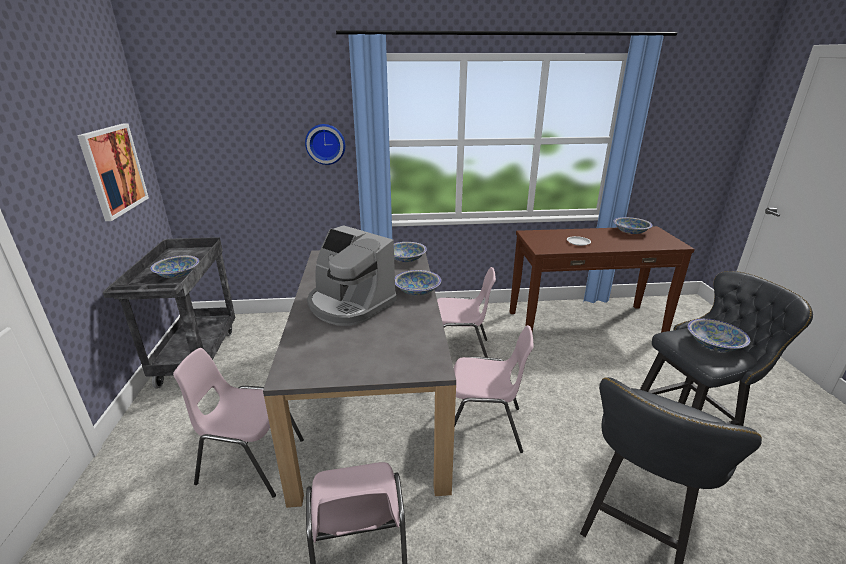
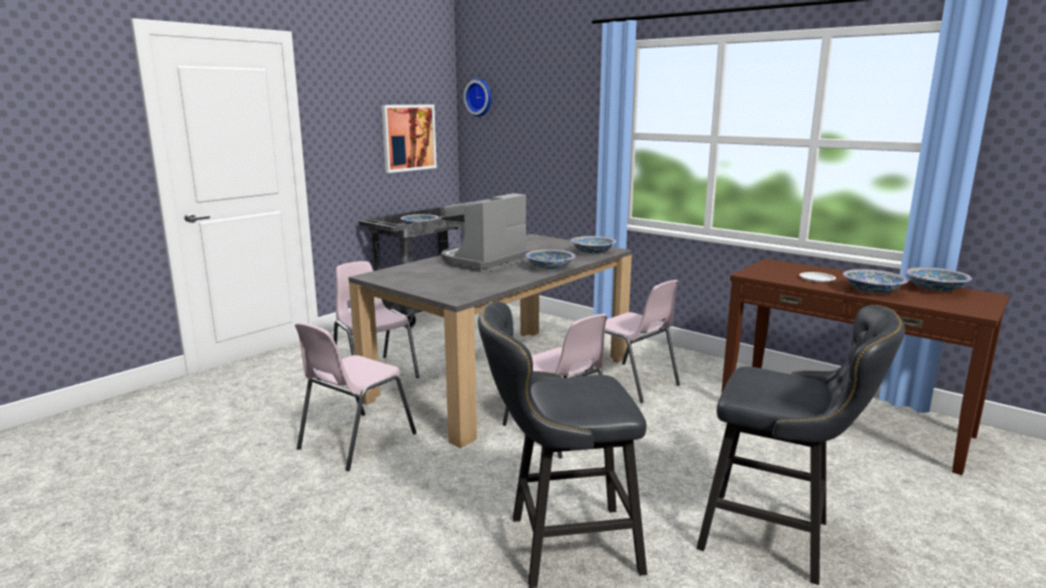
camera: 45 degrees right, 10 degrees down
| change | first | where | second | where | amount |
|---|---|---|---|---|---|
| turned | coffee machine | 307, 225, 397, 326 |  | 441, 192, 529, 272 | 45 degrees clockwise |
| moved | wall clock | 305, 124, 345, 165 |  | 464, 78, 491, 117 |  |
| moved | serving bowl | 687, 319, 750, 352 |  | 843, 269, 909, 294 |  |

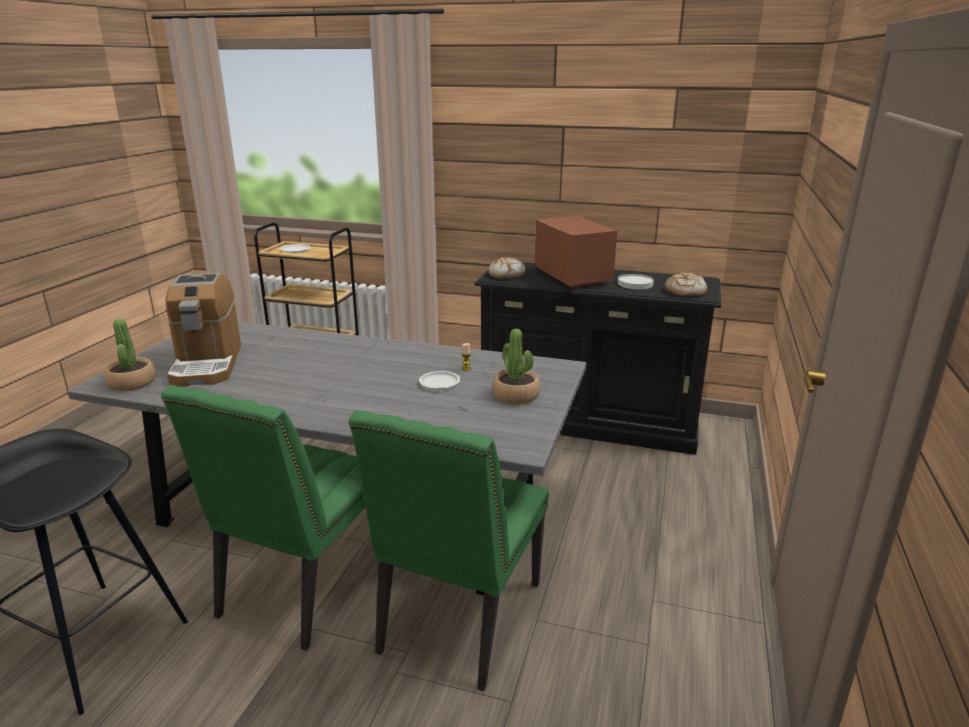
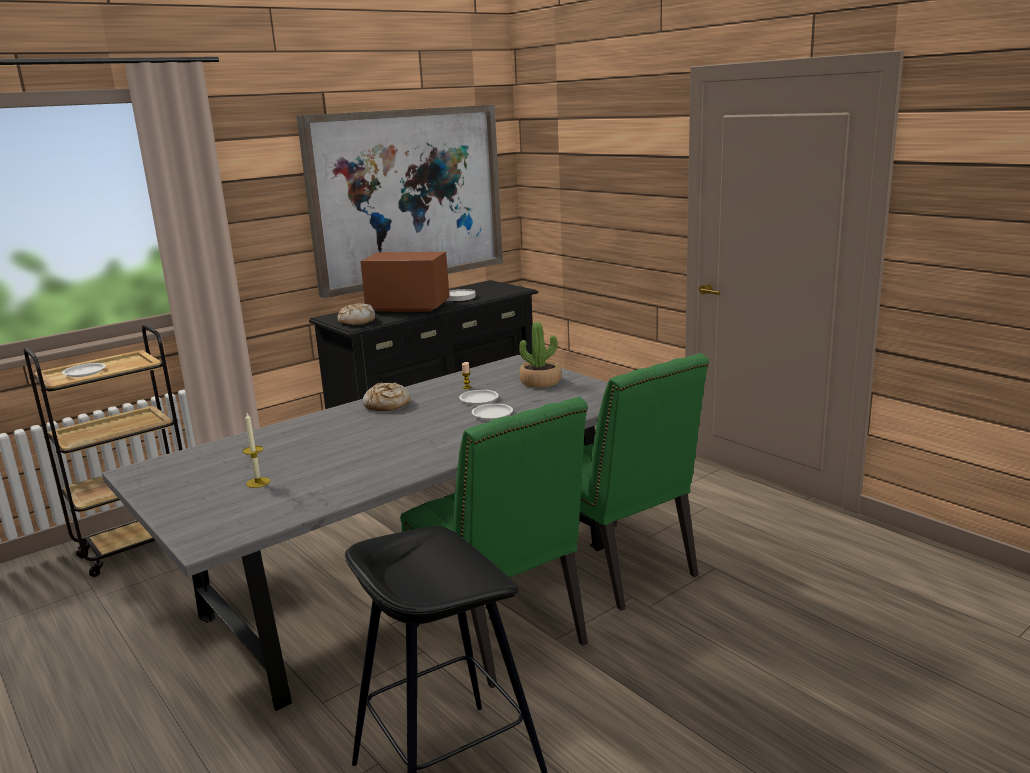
camera: 55 degrees left, 5 degrees down
| change | first | where | second | where | amount |
|---|---|---|---|---|---|
| replaced | coffee machine | 165, 273, 241, 387 | wax light | 243, 413, 270, 488 |  |
| added |  |  | wall picture | 297, 105, 503, 298 |  |
| moved | baked bread | 665, 272, 707, 296 |  | 363, 382, 410, 411 |  |
| added |  |  | whitish plate | 472, 404, 513, 420 |  |
| removed | potted plant | 104, 319, 156, 391 |  |  |  |

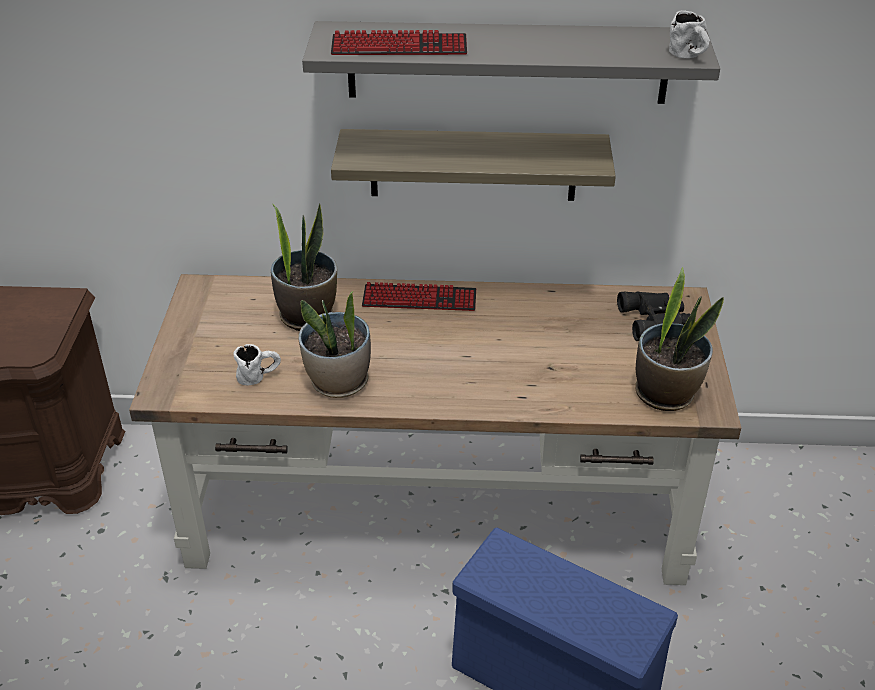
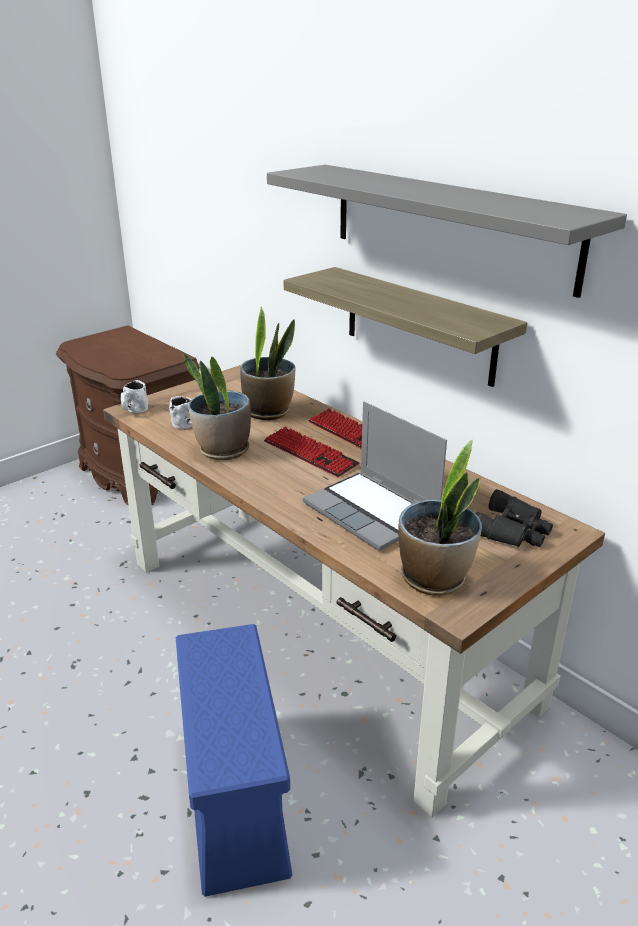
camera: 45 degrees right, 10 degrees down
| change | first | where | second | where | amount |
|---|---|---|---|---|---|
| moved | whitish tea mug | 669, 10, 710, 58 |  | 121, 380, 148, 413 |  |
| moved | keyboard | 331, 30, 467, 55 |  | 264, 426, 360, 477 |  |
| added |  |  | portable computer | 303, 402, 447, 551 |  |

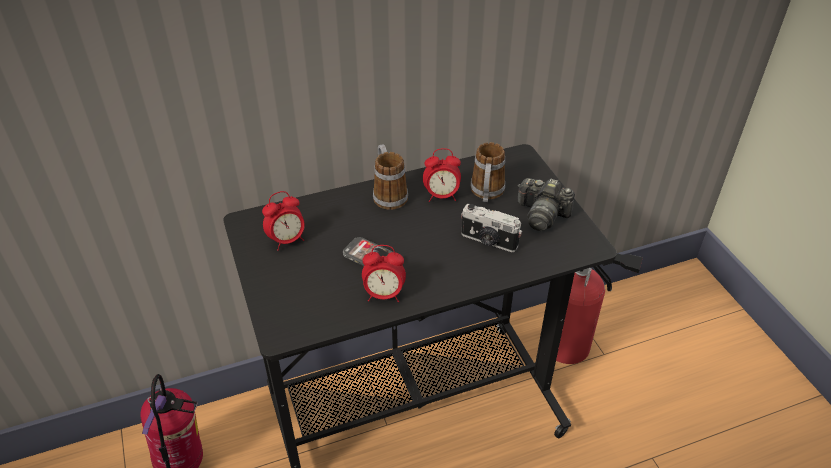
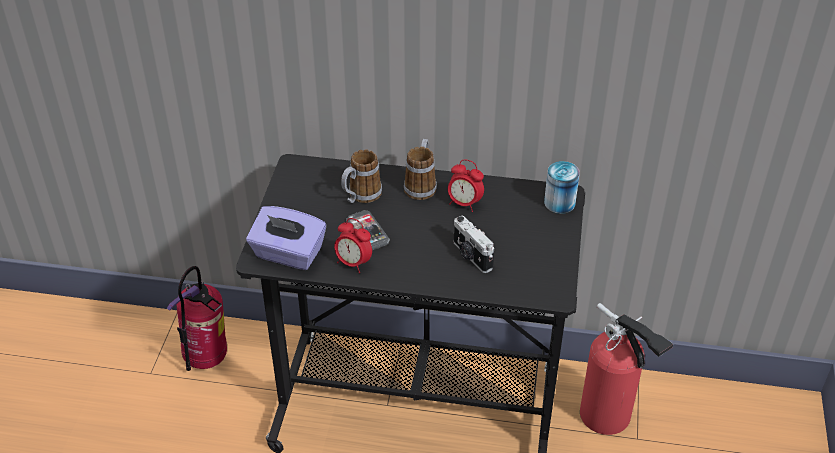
camera: 30 degrees right, 0 degrees up
| change | first | where | second | where | amount |
|---|---|---|---|---|---|
| added |  |  | purple box of tissues | 246, 206, 326, 270 |  |
| moved | tea mug | 470, 142, 505, 202 |  | 341, 149, 382, 203 |  |
| added |  |  | can | 544, 161, 580, 214 |  |
| removed | table clock | 262, 191, 305, 251 |  |  |  |
| removed | photo camera | 518, 178, 575, 231 |  |  |  |

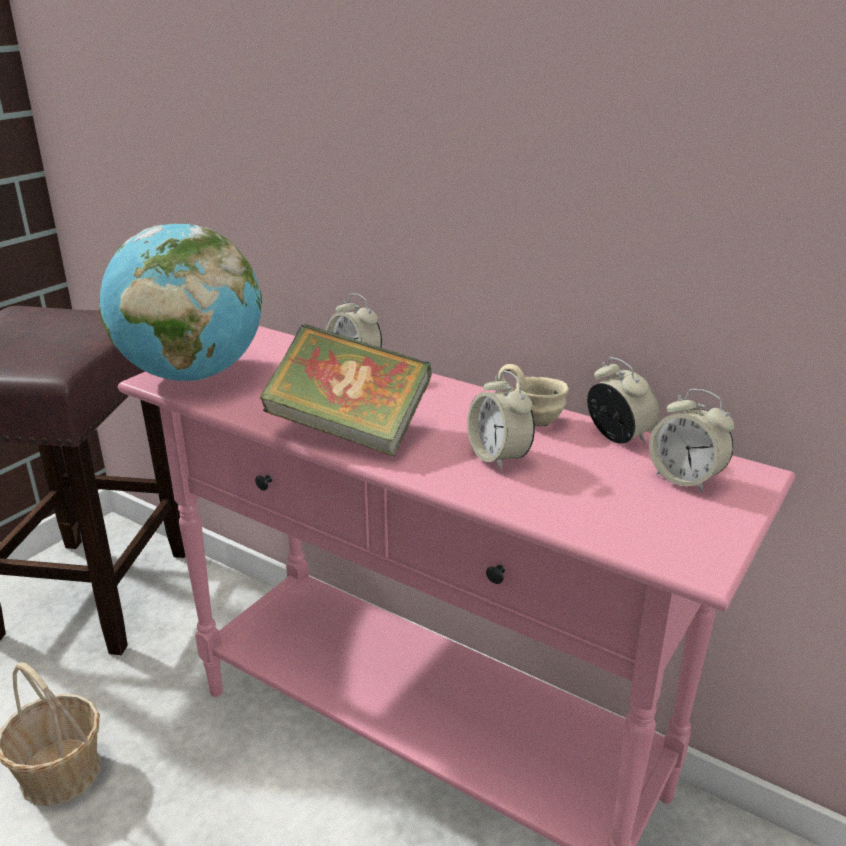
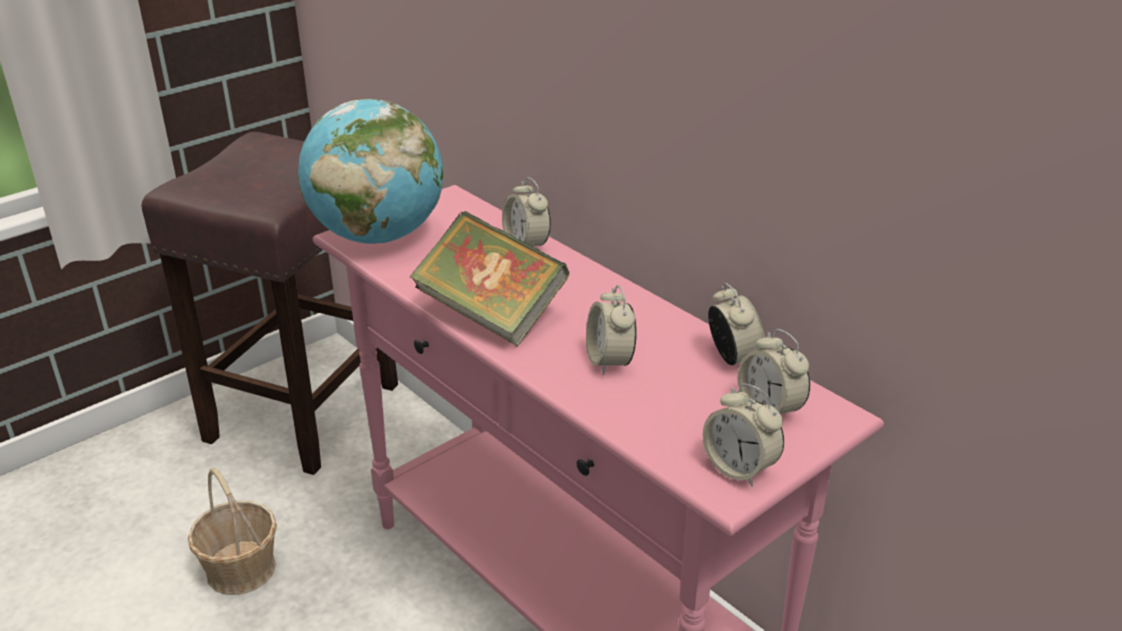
camera: 15 degrees right, 5 degrees up
| change | first | where | second | where | amount |
|---|---|---|---|---|---|
| added |  |  | table clock | 703, 383, 784, 487 |  |
| removed | sand-coloured tea mug | 498, 364, 569, 426 |  |  |  |

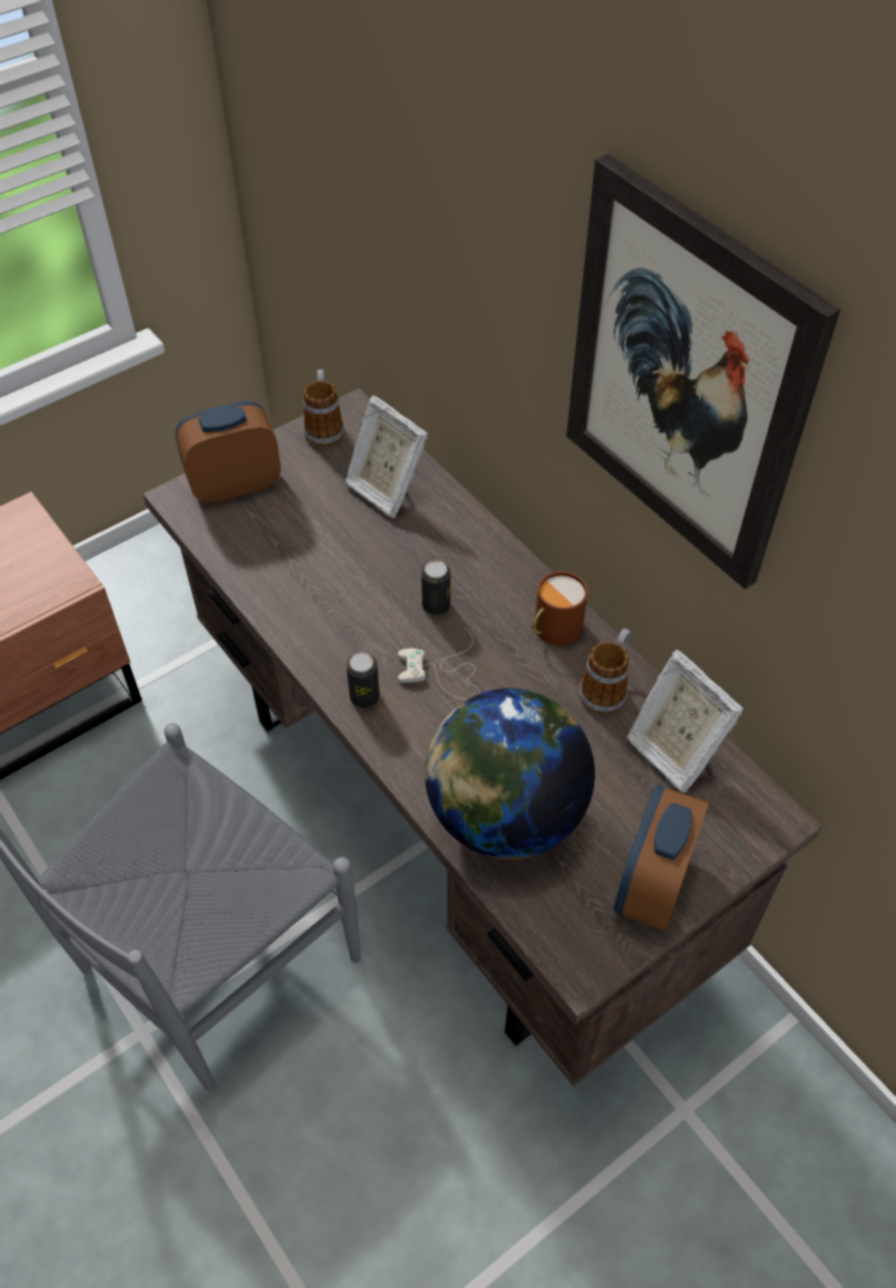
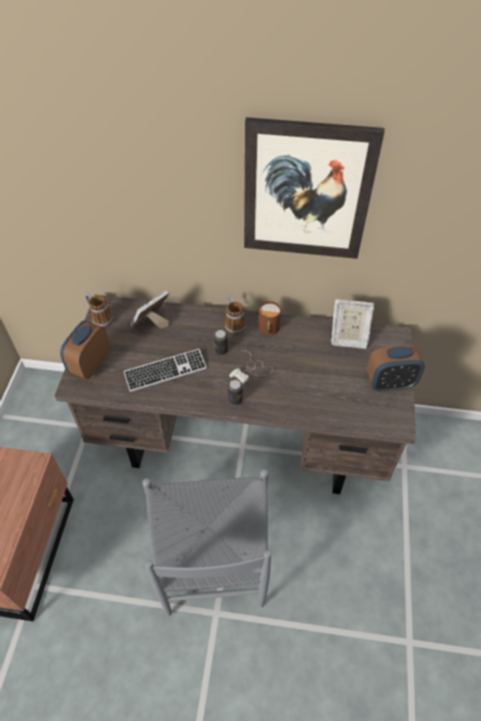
camera: 45 degrees left, 0 degrees up
| change | first | where | second | where | amount |
|---|---|---|---|---|---|
| added |  |  | keyboard | 123, 349, 207, 392 |  |
| turned | picture frame | 345, 396, 428, 518 |  | 130, 291, 170, 329 | 135 degrees clockwise |
| moved | tea mug | 579, 628, 631, 714 |  | 225, 296, 246, 334 |  |
| turned | table clock | 614, 785, 709, 931 |  | 367, 345, 425, 392 | 75 degrees counterclockwise |
| removed | desk globe | 425, 688, 595, 859 |  |  |  |

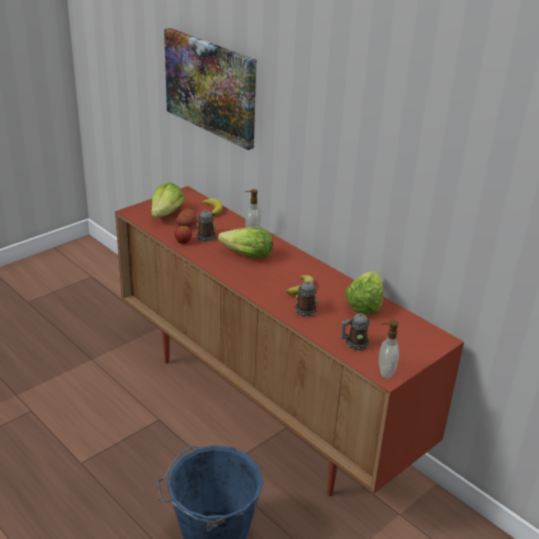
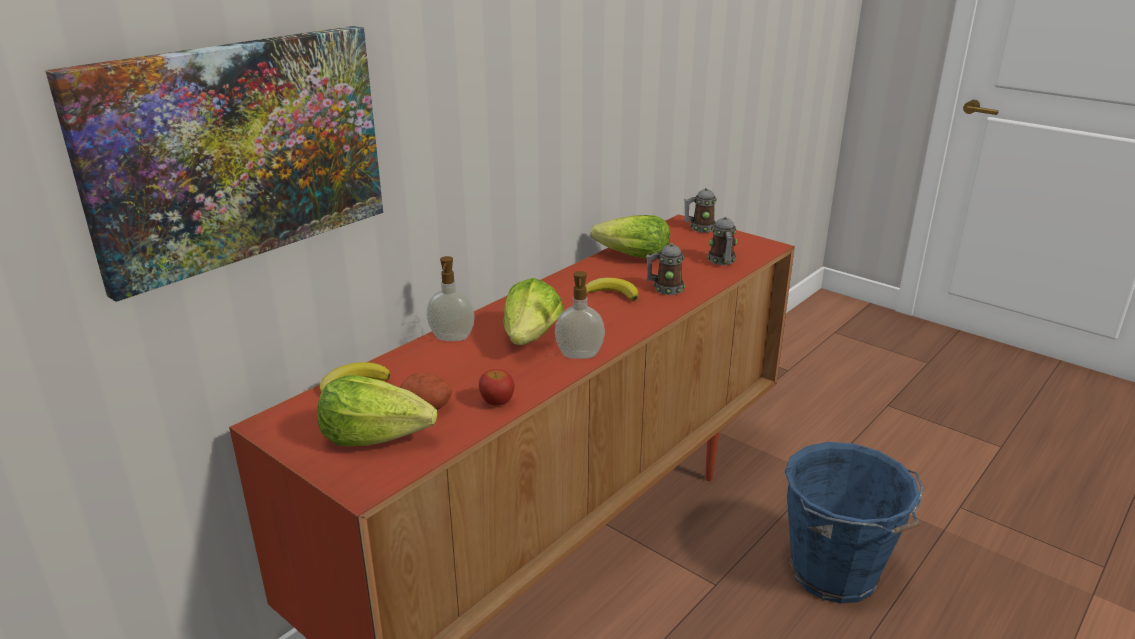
camera: 95 degrees left, 5 degrees down
| change | first | where | second | where | amount |
|---|---|---|---|---|---|
| moved | liquid soap bottle | 379, 320, 399, 378 |  | 555, 271, 605, 359 |  |
| moved | tea mug | 196, 210, 216, 242 |  | 684, 188, 717, 233 |  |

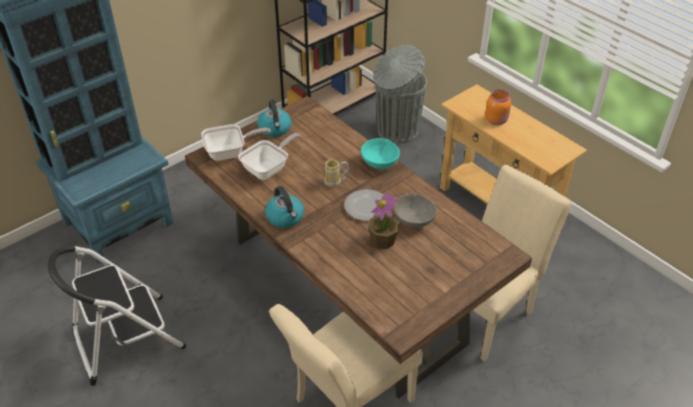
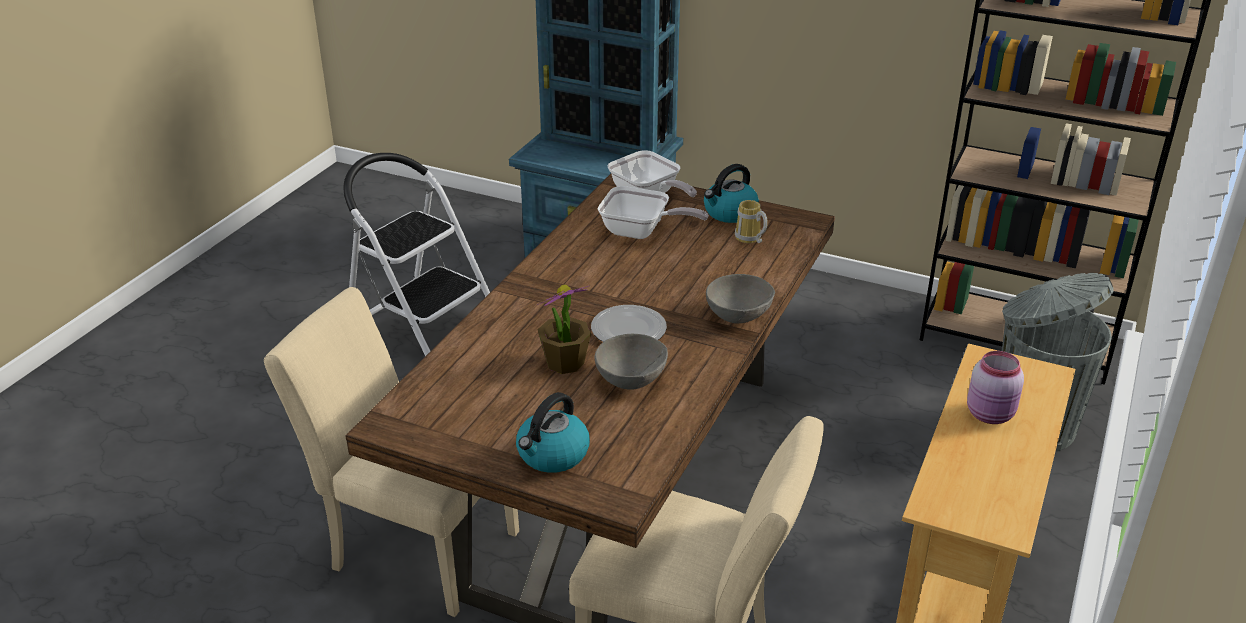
camera: 65 degrees right, 10 degrees down
| change | first | where | second | where | amount |
|---|---|---|---|---|---|
| moved | water kettle | 265, 186, 304, 228 |  | 516, 392, 590, 473 |  |
| recoloured | turquoise-coloured serving bowl | 361, 138, 400, 169 | gray serving bowl | 706, 274, 775, 324 |  |
| moved | tea mug | 324, 160, 349, 187 |  | 735, 200, 768, 243 |  |
| recoloured | orange-coloured jar | 485, 90, 511, 125 | pinkish jar | 967, 351, 1024, 424 |  |

